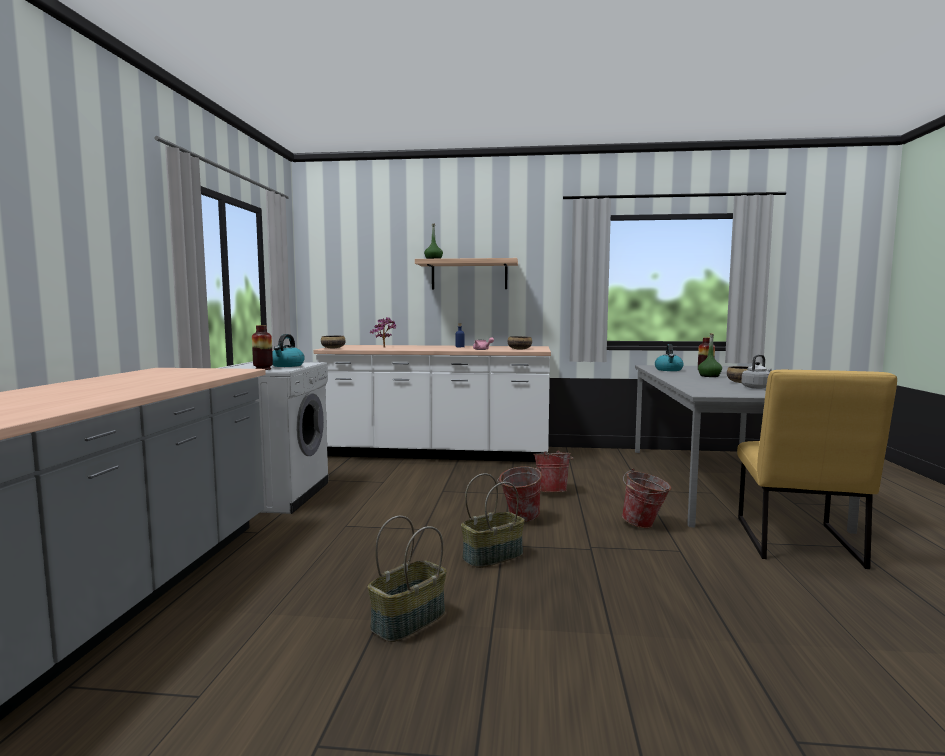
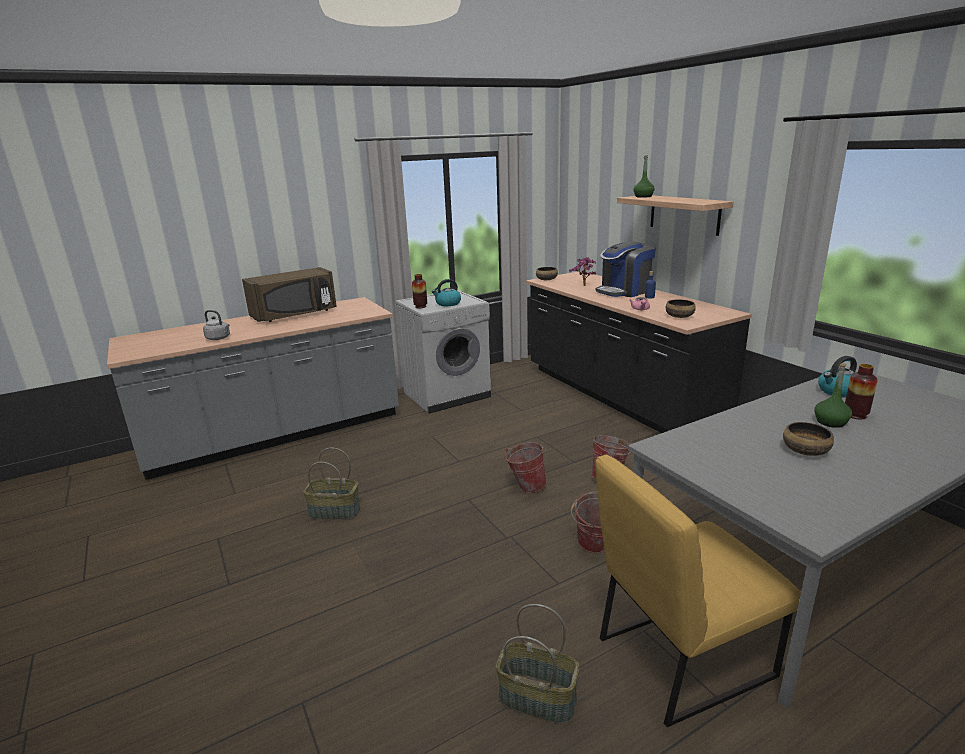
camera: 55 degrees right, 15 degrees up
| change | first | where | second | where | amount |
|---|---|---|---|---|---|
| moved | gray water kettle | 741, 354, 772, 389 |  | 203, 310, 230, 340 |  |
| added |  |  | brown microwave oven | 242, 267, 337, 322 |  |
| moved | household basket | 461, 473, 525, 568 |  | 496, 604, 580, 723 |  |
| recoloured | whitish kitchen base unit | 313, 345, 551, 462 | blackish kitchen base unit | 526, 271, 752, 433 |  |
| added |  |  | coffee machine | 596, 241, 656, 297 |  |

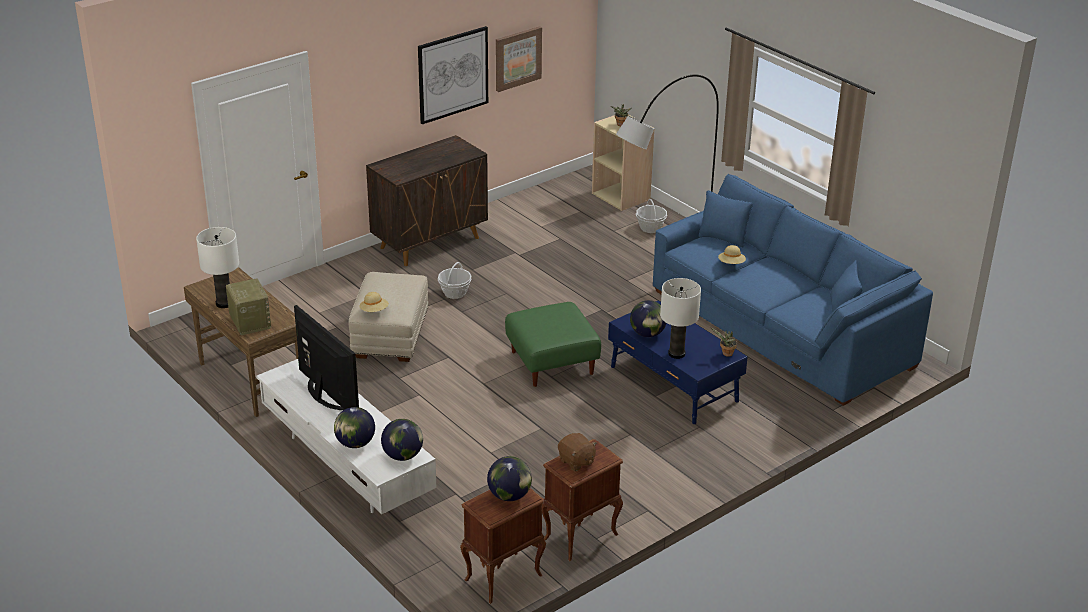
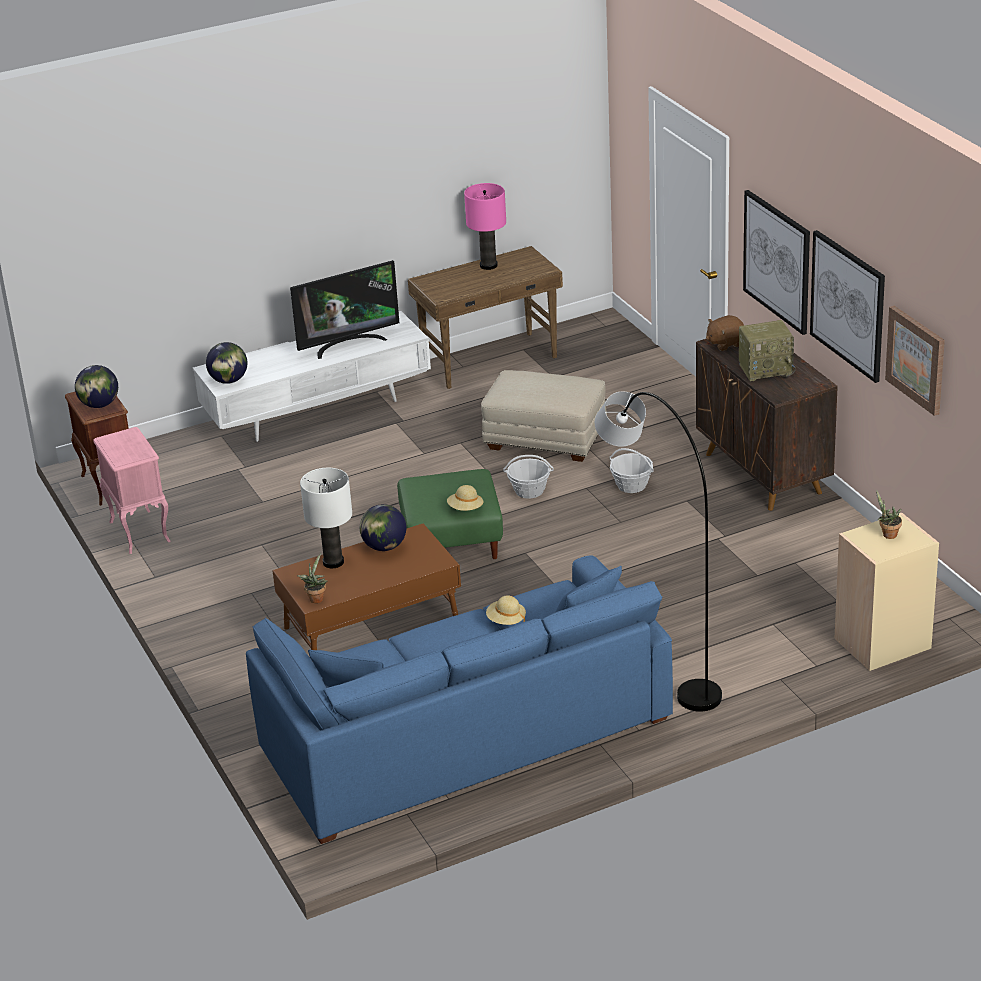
camera: 105 degrees right, 0 degrees up
| change | first | where | second | where | amount |
|---|---|---|---|---|---|
| recoloured | brown nightstand | 542, 439, 623, 561 | pinkish nightstand | 94, 427, 171, 554 |  |
| recoloured | blue coffee table | 608, 300, 748, 424 | brown coffee table | 272, 524, 461, 650 |  |
| moved | sand-coloured clothing hat | 359, 292, 389, 312 |  | 447, 485, 484, 511 |  |
| recoloured | whitish lamp for a table | 196, 227, 239, 308 | pinkish lamp for a table | 464, 183, 506, 270 |  |
| moved | household basket | 636, 199, 667, 233 |  | 503, 455, 554, 499 |  |
| moved | brown plush toy | 558, 433, 597, 471 |  | 706, 315, 744, 351 |  |
| moved | radio set | 226, 278, 271, 335 |  | 739, 320, 796, 381 |  |
| added |  |  | wall picture | 743, 190, 810, 335 |  |
| removed | desk globe | 334, 407, 375, 448 |  |  |  |

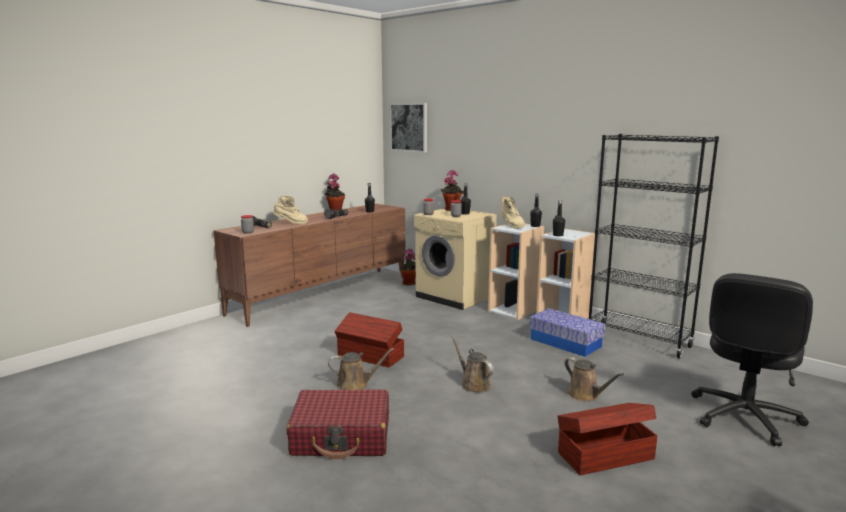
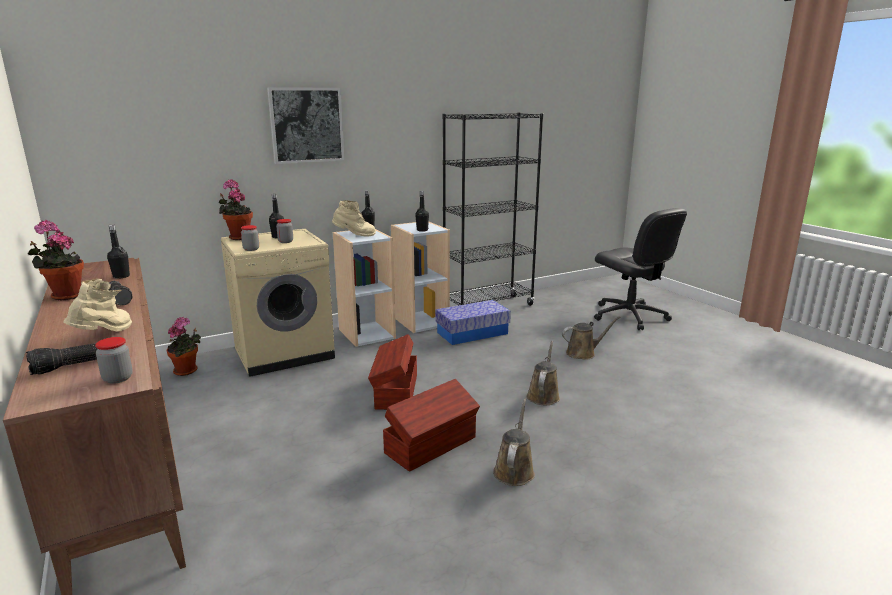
camera: 70 degrees left, 5 degrees up
| change | first | where | second | where | amount |
|---|---|---|---|---|---|
| moved | wall picture | 390, 103, 427, 152 |  | 267, 87, 345, 164 |  |
| moved | brown storage box | 558, 403, 658, 475 |  | 368, 334, 417, 410 |  |
| turned | brown sprinkling can | 452, 336, 494, 393 |  | 527, 341, 560, 405 | 120 degrees clockwise |
| removed | red travel case | 286, 390, 389, 459 |  |  |  |

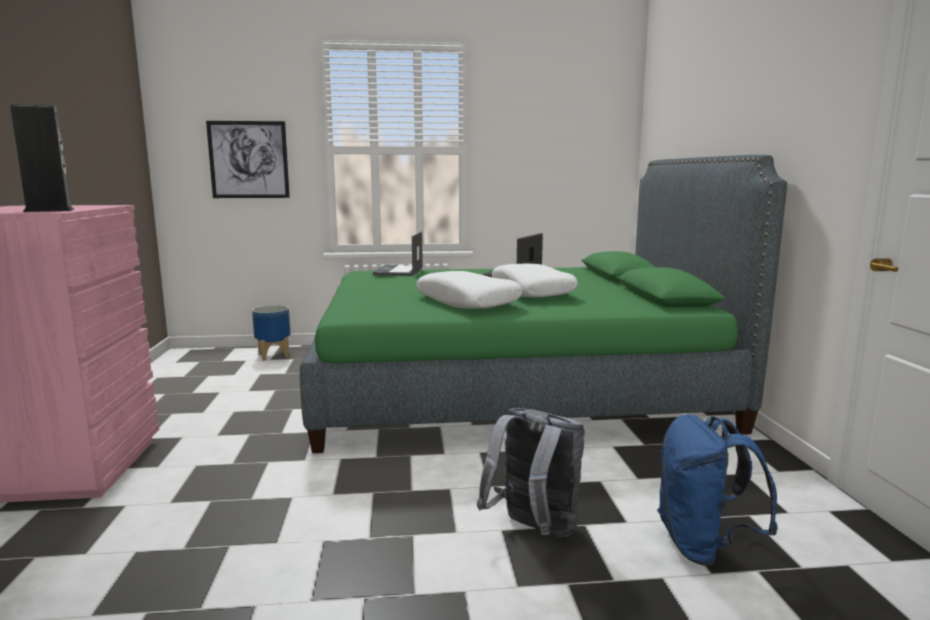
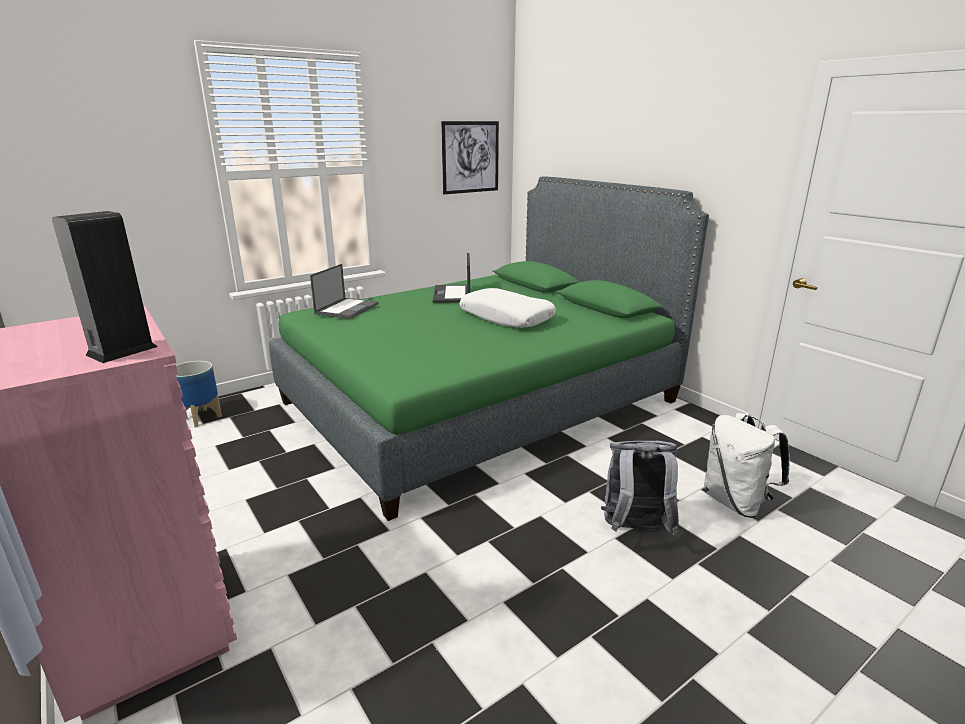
camera: 30 degrees left, 10 degrees up
| change | first | where | second | where | amount |
|---|---|---|---|---|---|
| turned | portable computer | 373, 232, 423, 276 |  | 310, 264, 379, 319 | 135 degrees counterclockwise |
| moved | wall picture | 206, 121, 290, 198 |  | 441, 121, 499, 194 |  |
| recoloured | blue knapsack | 657, 414, 778, 566 | whitish knapsack | 703, 413, 790, 518 |  |
| removed | whitish pillow | 416, 271, 522, 309 |  |  |  |

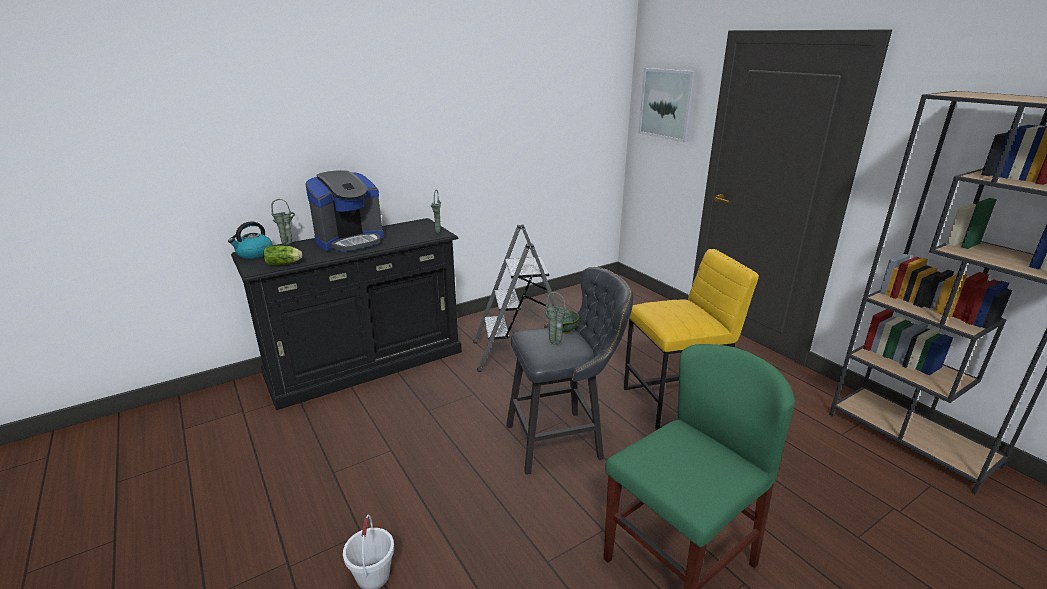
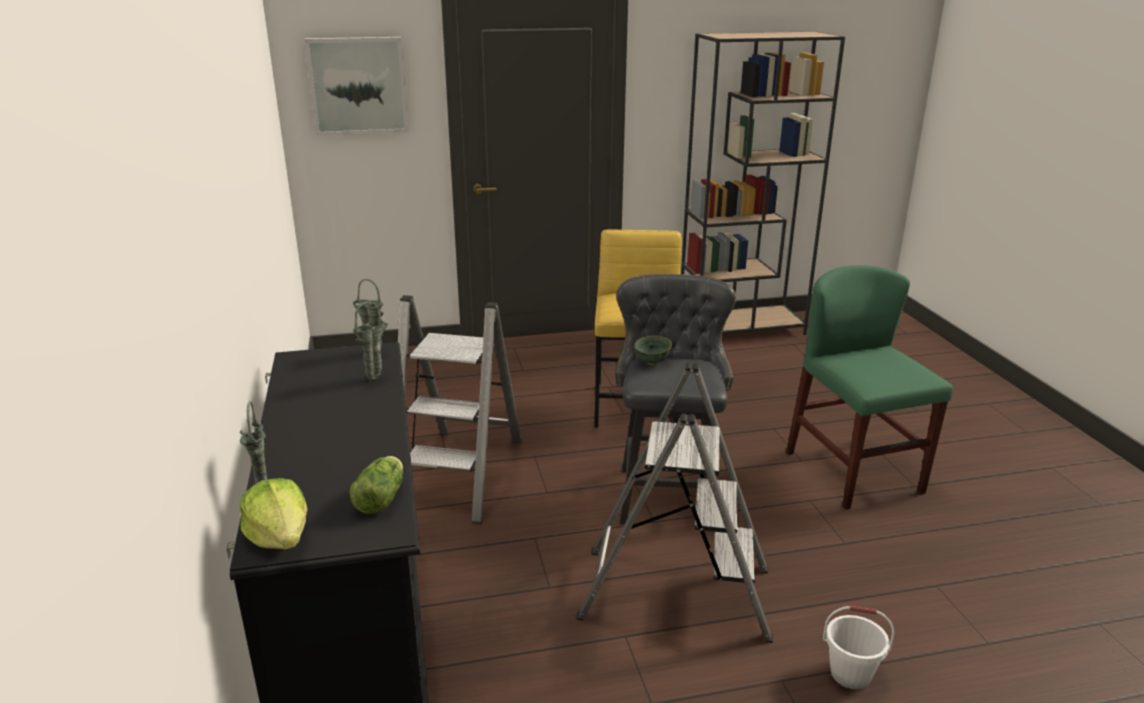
camera: 70 degrees left, 0 degrees up
| change | first | where | second | where | amount |
|---|---|---|---|---|---|
| replaced | water kettle | 228, 222, 273, 259 | head of lettuce | 240, 478, 308, 549 |  |
| moved | green-coloured vase | 545, 292, 570, 345 |  | 353, 302, 388, 381 |  |
| added |  |  | gray step stool | 576, 363, 773, 643 |  |
| removed | coffee machine | 305, 170, 384, 252 |  |  |  |

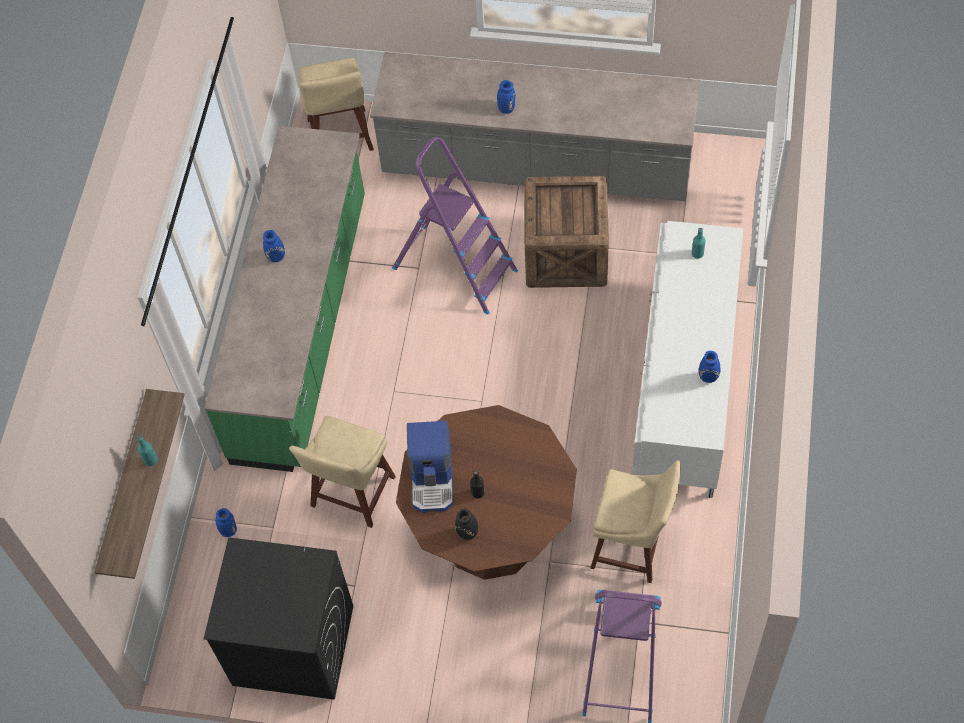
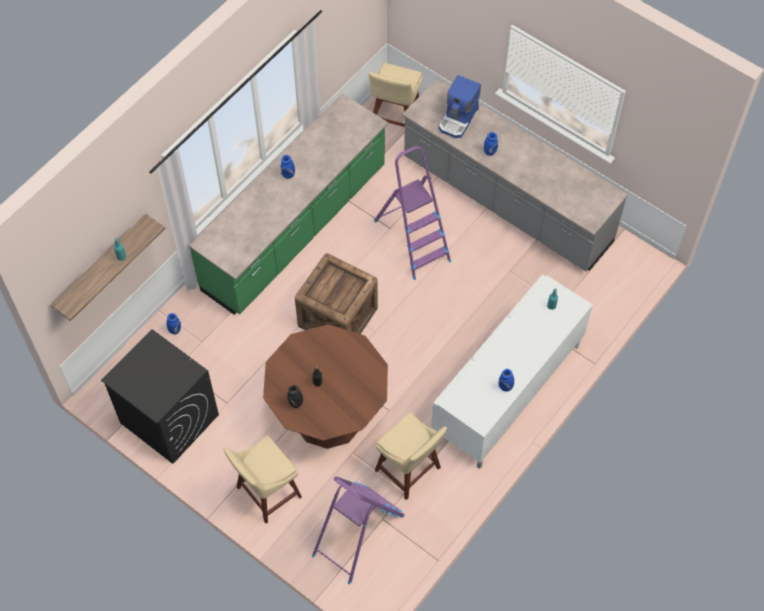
camera: 25 degrees right, 0 degrees up
| change | first | where | second | where | amount |
|---|---|---|---|---|---|
| moved | sand-coloured plain chair | 289, 416, 396, 528 |  | 224, 436, 302, 523 |  |
| moved | shipping crate | 524, 176, 609, 288 |  | 295, 253, 378, 334 |  |
| moved | coffee machine | 407, 421, 453, 513 |  | 439, 75, 481, 138 |  |

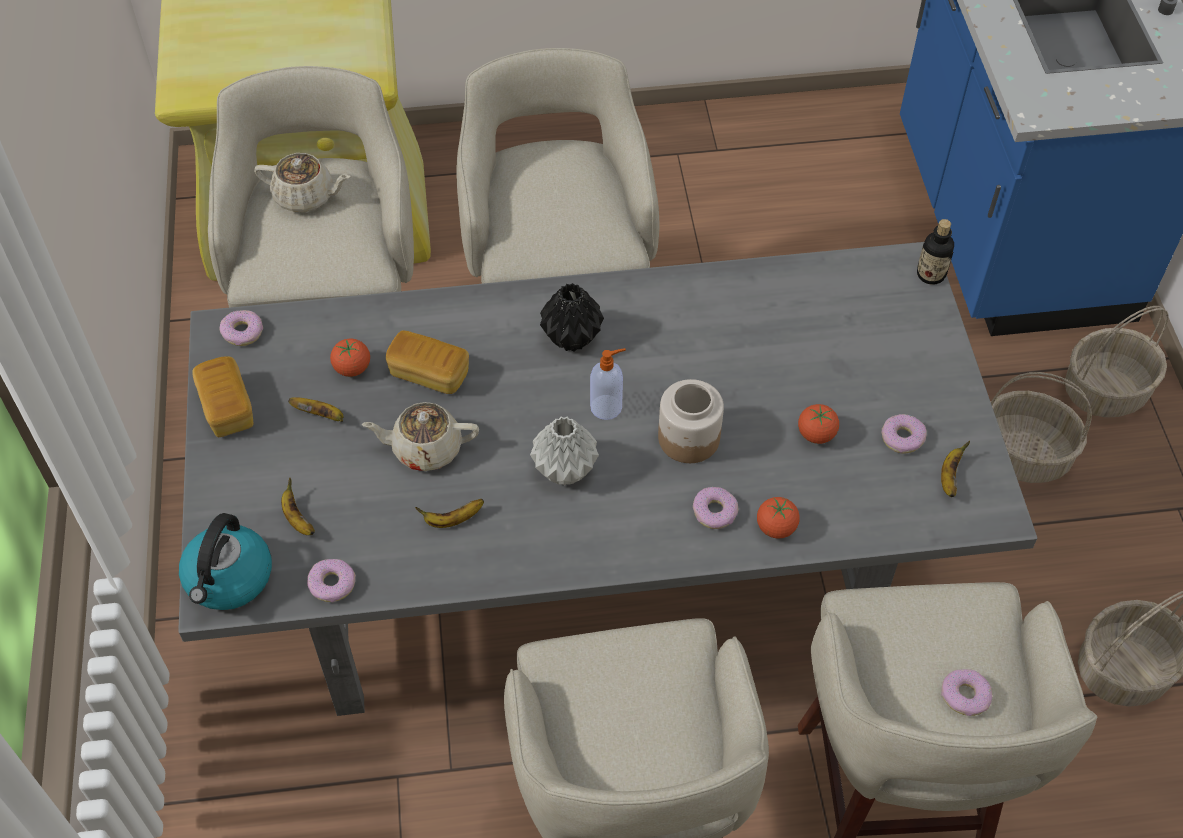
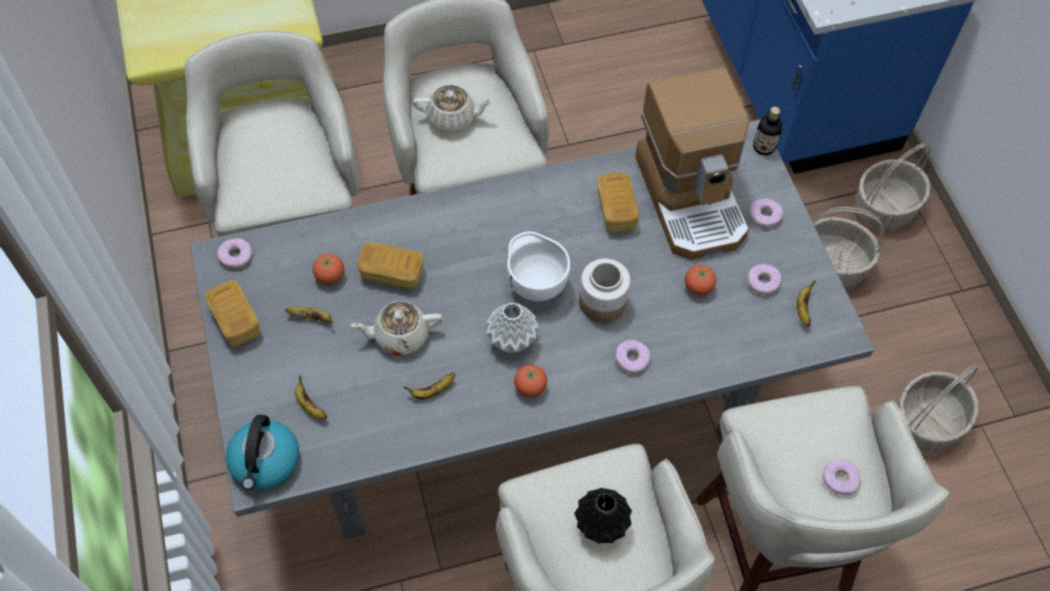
camera: 10 degrees left, 5 degrees up
| change | first | where | second | where | amount |
|---|---|---|---|---|---|
| moved | sand-coloured teapot | 254, 153, 350, 212 |  | 413, 85, 493, 133 |  |
| replaced | liquid soap bottle | 590, 348, 626, 420 | whitish serving bowl | 507, 231, 571, 301 |  |
| moved | whole tomato | 757, 497, 800, 538 |  | 514, 365, 547, 397 |  |
| moved | blackish vase | 540, 283, 604, 352 |  | 574, 488, 632, 544 |  |
| added |  |  | baked bread | 597, 172, 639, 232 |  |
| added |  |  | coffee machine | 635, 67, 749, 260 |  |
| moved | ring doughnut | 307, 559, 356, 602 |  | 750, 199, 783, 227 |  |

